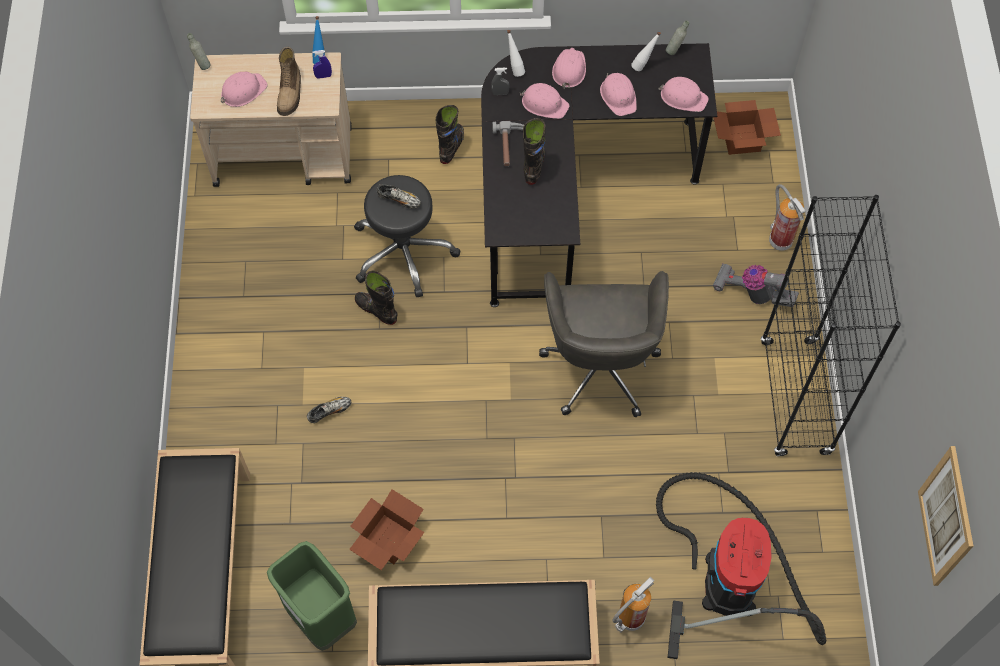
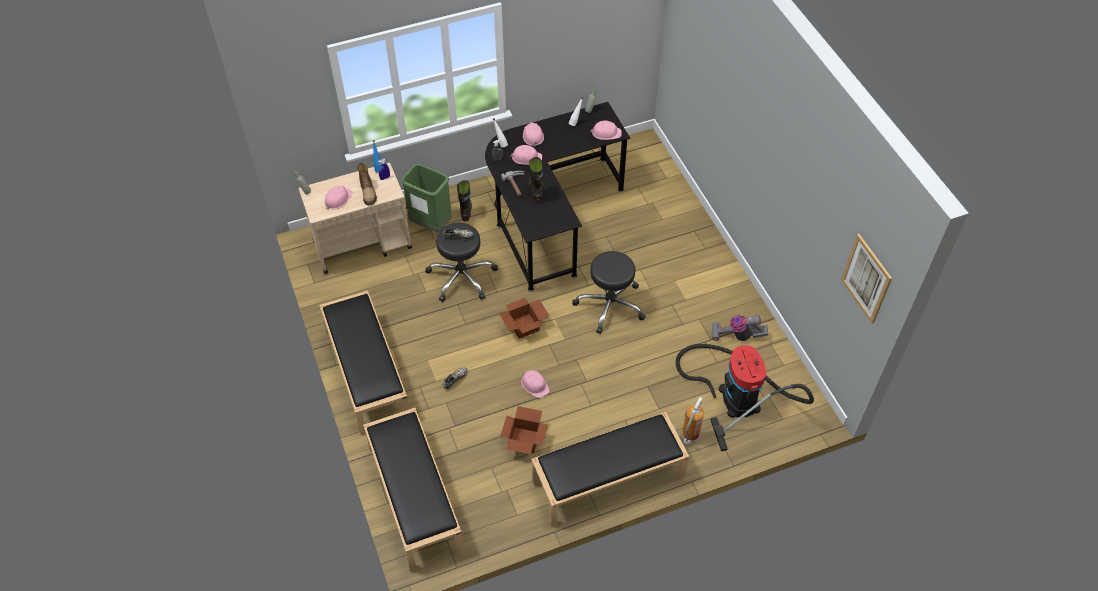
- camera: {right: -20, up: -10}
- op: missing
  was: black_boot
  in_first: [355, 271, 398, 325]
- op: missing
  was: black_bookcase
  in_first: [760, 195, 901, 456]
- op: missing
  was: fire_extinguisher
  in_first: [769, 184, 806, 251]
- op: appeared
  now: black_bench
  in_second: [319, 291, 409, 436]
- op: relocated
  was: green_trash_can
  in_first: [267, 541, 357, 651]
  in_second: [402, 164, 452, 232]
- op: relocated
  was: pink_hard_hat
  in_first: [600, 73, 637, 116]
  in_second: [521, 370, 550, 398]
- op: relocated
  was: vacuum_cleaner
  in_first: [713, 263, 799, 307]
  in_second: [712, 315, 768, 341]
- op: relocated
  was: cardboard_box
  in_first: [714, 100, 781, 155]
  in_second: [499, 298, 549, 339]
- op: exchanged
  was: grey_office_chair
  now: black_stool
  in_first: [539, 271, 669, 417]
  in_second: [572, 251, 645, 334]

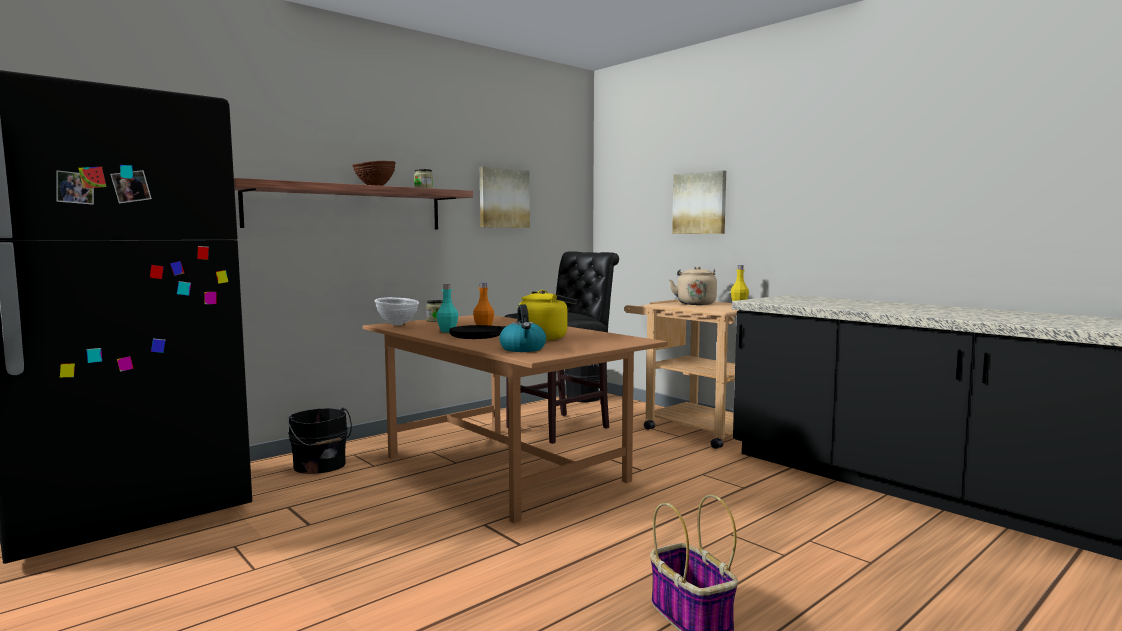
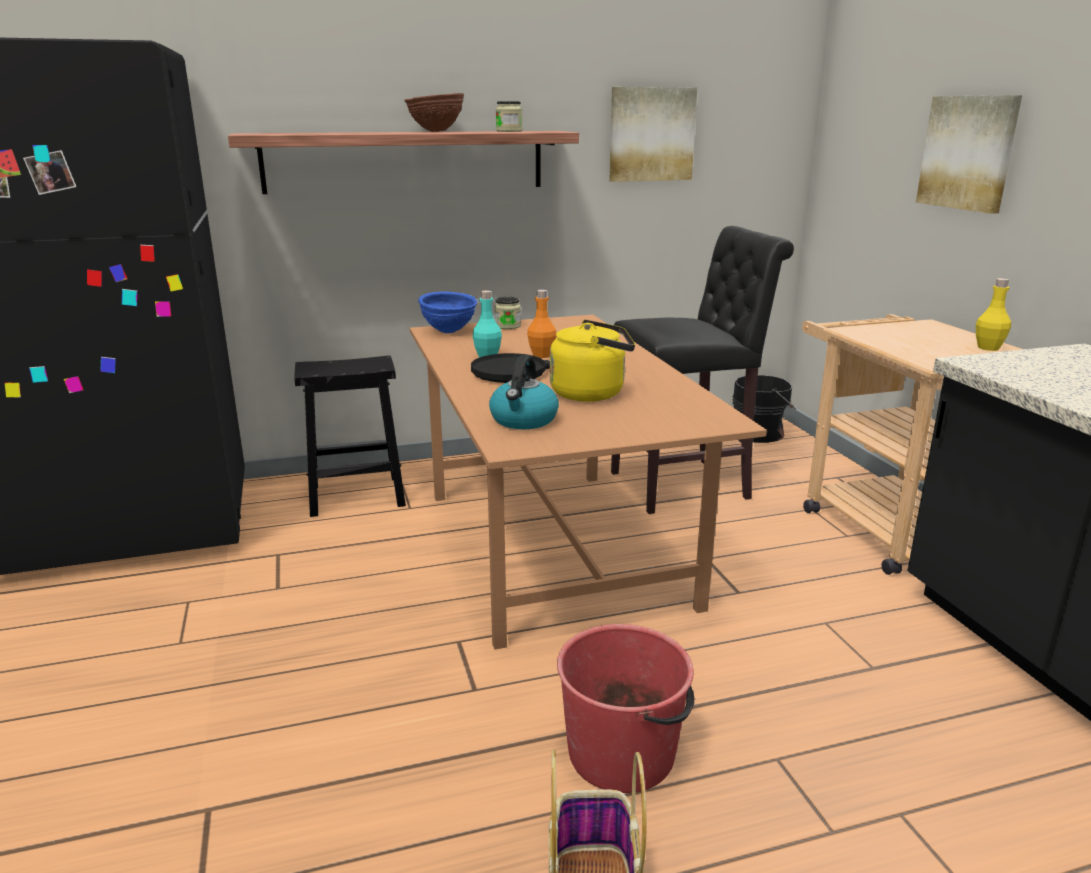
- camera: {right: 25, up: 15}
- op: missing
  was: beige_kettle
  in_first: [669, 266, 717, 305]
- op: appeared
  now: red_bucket
  in_second: [557, 624, 694, 793]
- op: exchanged
  was: black_bucket
  now: black_stool
  in_first: [288, 407, 352, 474]
  in_second: [294, 356, 406, 517]
- op: colour
  was: white_bowl
  now: blue_bowl
  in_first: [375, 297, 419, 326]
  in_second: [418, 291, 477, 333]

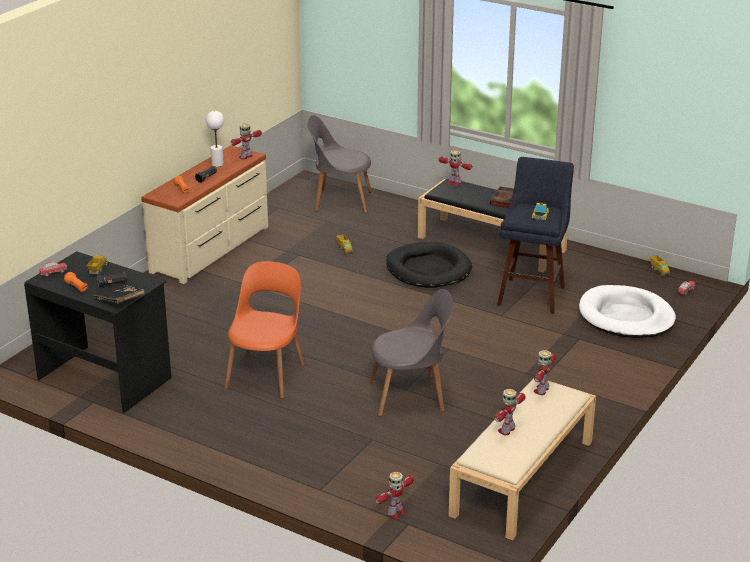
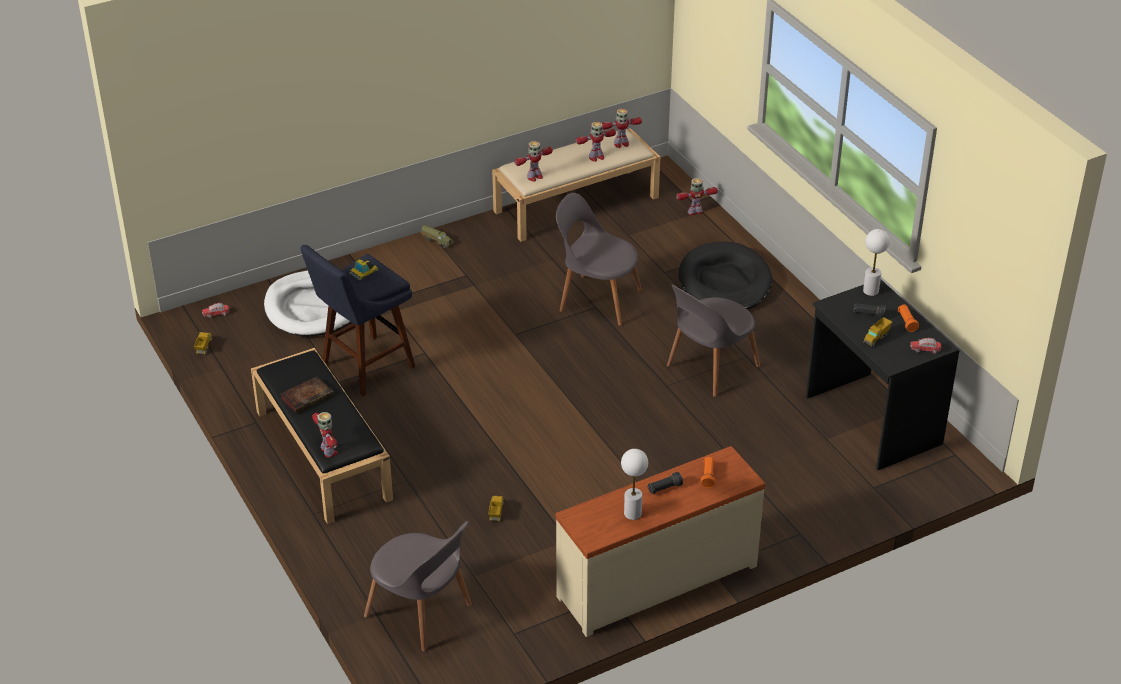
- camera: {right: -150, up: 10}
- op: appeared
  now: toy_truck
  in_second: [421, 225, 454, 248]
- op: relocated
  was: toy_robot
  in_first: [230, 124, 262, 160]
  in_second: [602, 108, 642, 148]
- op: relocated
  was: black_dog_bed
  in_first: [386, 241, 472, 288]
  in_second: [679, 241, 772, 310]
- op: exchanged
  was: black_book
  now: white_table_lamp
  in_first: [93, 284, 145, 303]
  in_second: [863, 229, 890, 296]
- op: colour
  was: orange_chair
  now: grey_chair
  in_first: [225, 261, 305, 398]
  in_second: [667, 284, 760, 397]

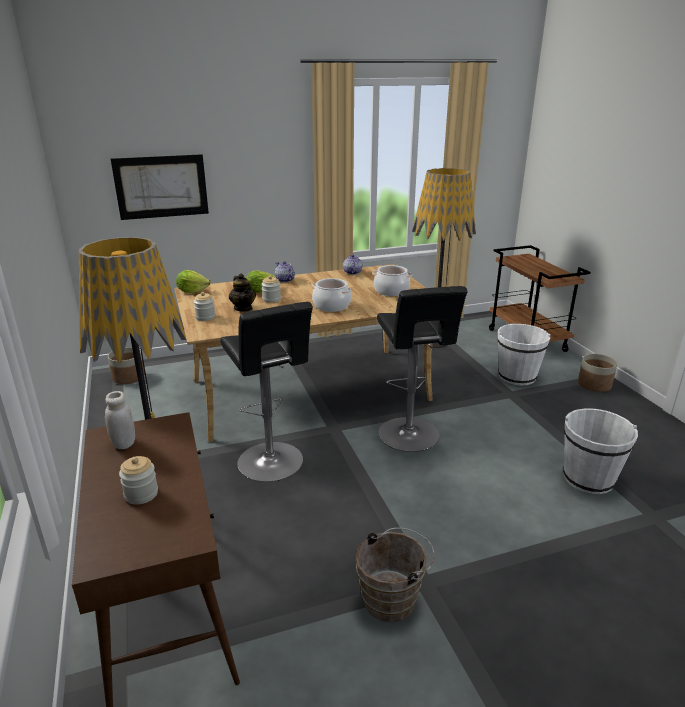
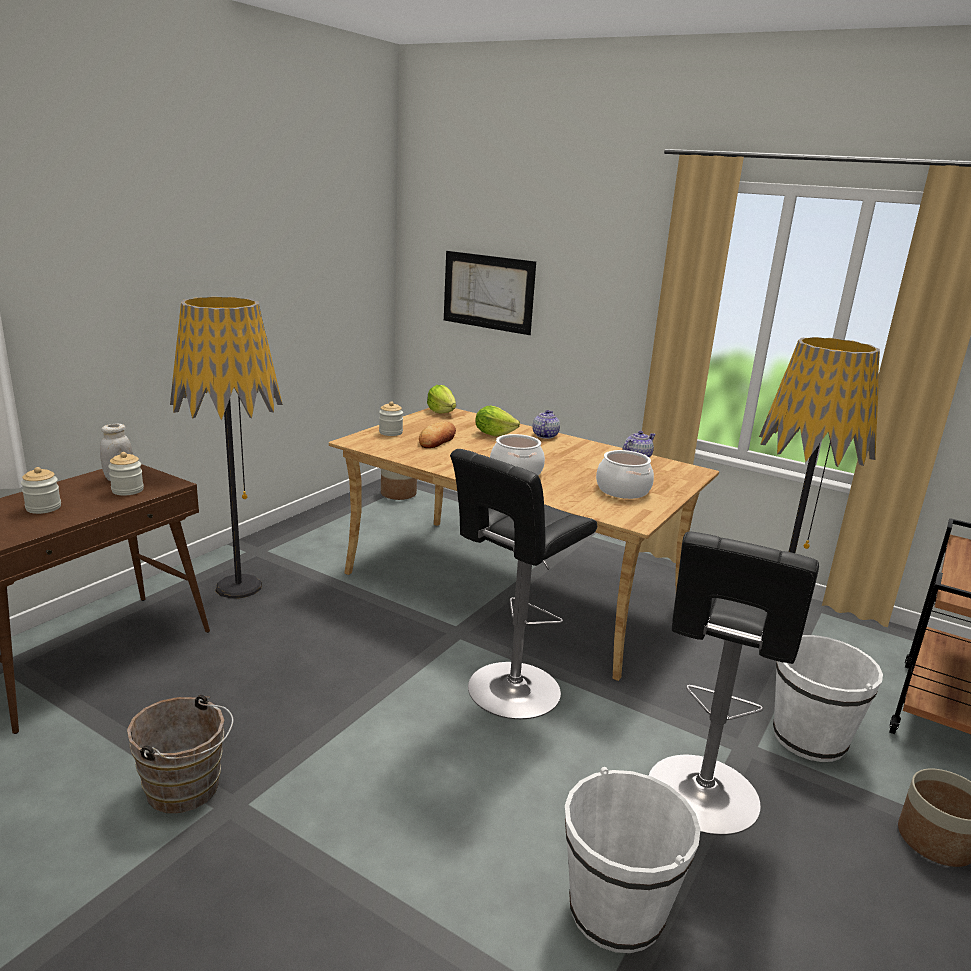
- camera: {right: 50, up: -5}
- op: relocated
  was: black_stool
  in_first: [220, 302, 313, 482]
  in_second: [649, 532, 819, 835]
- op: relocated
  was: jar
  in_first: [261, 276, 281, 303]
  in_second: [108, 452, 144, 496]
- op: exchanged
  was: teapot
  now: bread
  in_first: [229, 274, 256, 312]
  in_second: [419, 422, 456, 448]

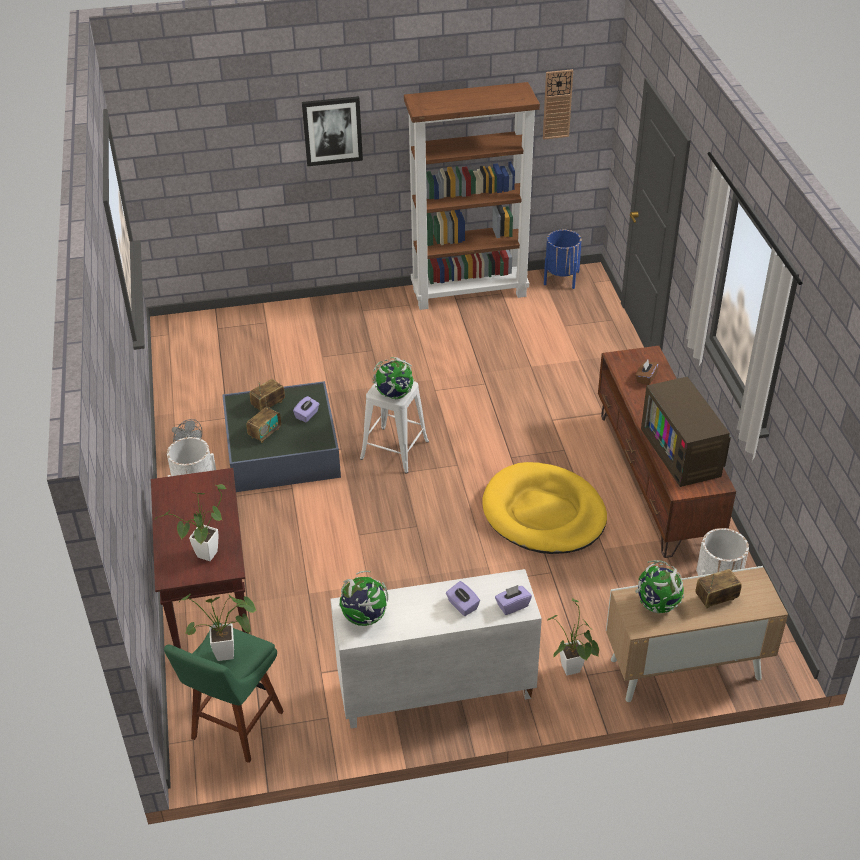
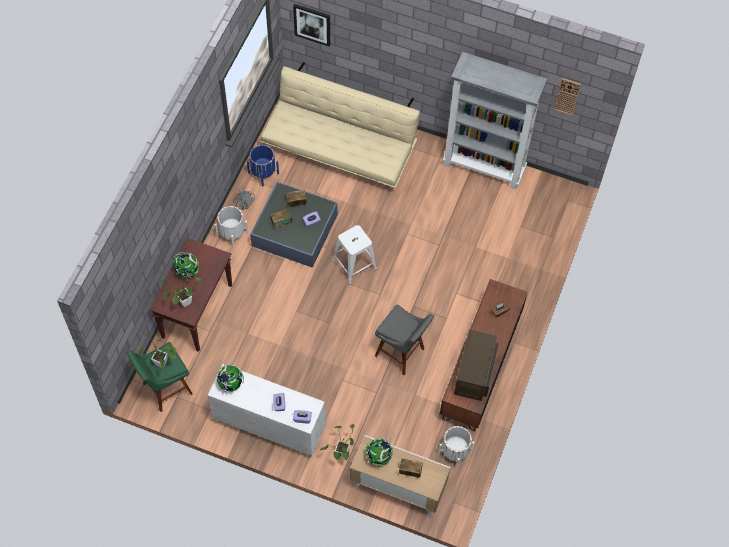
- camera: {right: 30, up: 20}
- op: appeared
  now: beige_sofa
  in_second: [260, 62, 420, 191]
- op: relocated
  was: picture
  in_first: [302, 96, 363, 166]
  in_second: [293, 4, 330, 47]
- op: relocated
  was: globe
  in_first: [372, 357, 414, 400]
  in_second: [173, 252, 199, 278]
- op: relocated
  was: blue_planter
  in_first: [544, 230, 581, 289]
  in_second: [247, 145, 279, 187]
- op: exchanged
  was: yellow_dog_bed
  now: grey_stool
  in_first: [482, 462, 607, 554]
  in_second: [375, 304, 434, 375]
- op: colour
  was: brown_bookcase
  now: grey_bookcase
  in_first: [404, 82, 540, 310]
  in_second: [443, 52, 547, 189]

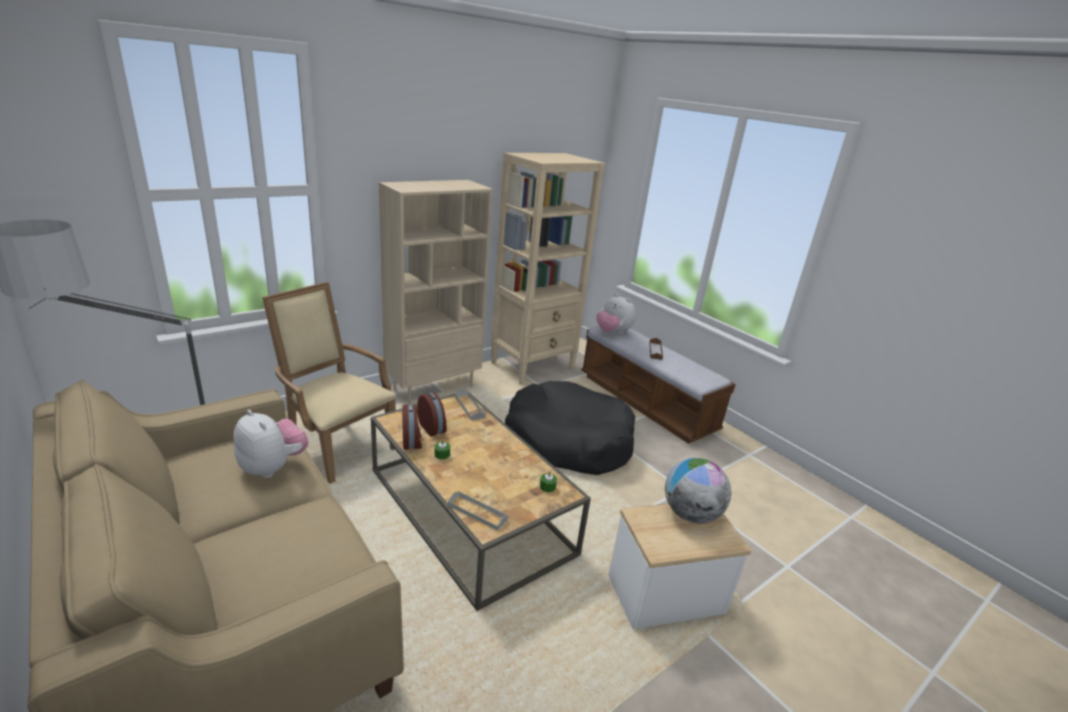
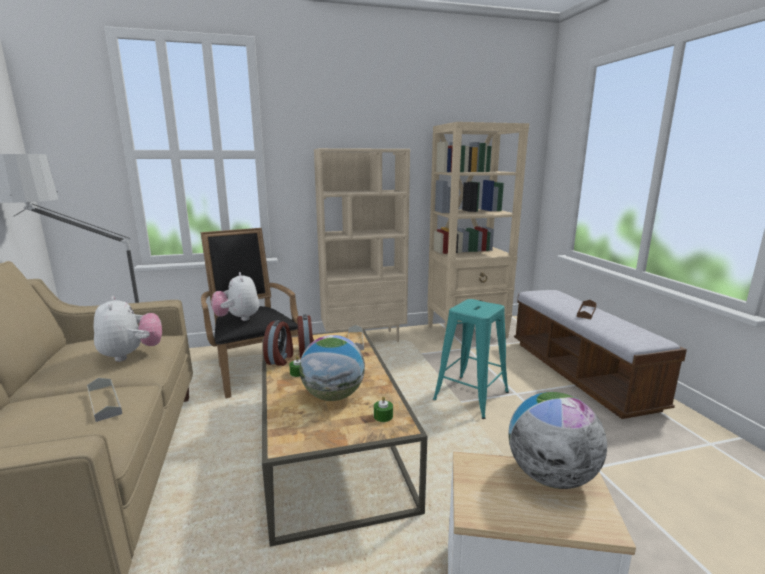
- camera: {right: 25, up: -10}
- op: appeared
  now: globe
  in_second: [299, 335, 365, 401]
- op: relocated
  was: grey_tray
  in_first: [448, 491, 508, 531]
  in_second: [87, 378, 123, 422]
- op: relocated
  was: plush_toy
  in_first: [596, 294, 636, 334]
  in_second: [211, 272, 259, 321]
- op: exchanged
  was: black_dog_bed
  now: turquoise_stool
  in_first: [505, 381, 635, 475]
  in_second: [433, 299, 509, 419]
- op: colour
  was: beige_armchair
  now: black_armchair
  in_first: [262, 282, 396, 484]
  in_second: [201, 228, 298, 398]

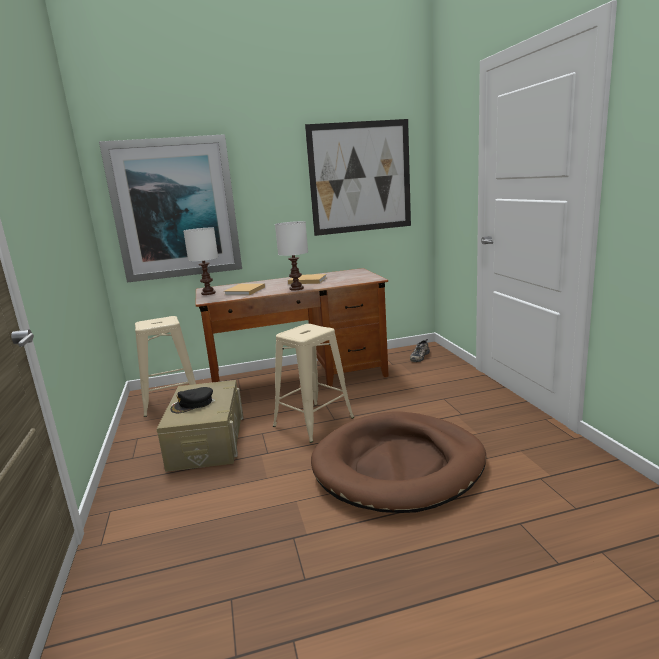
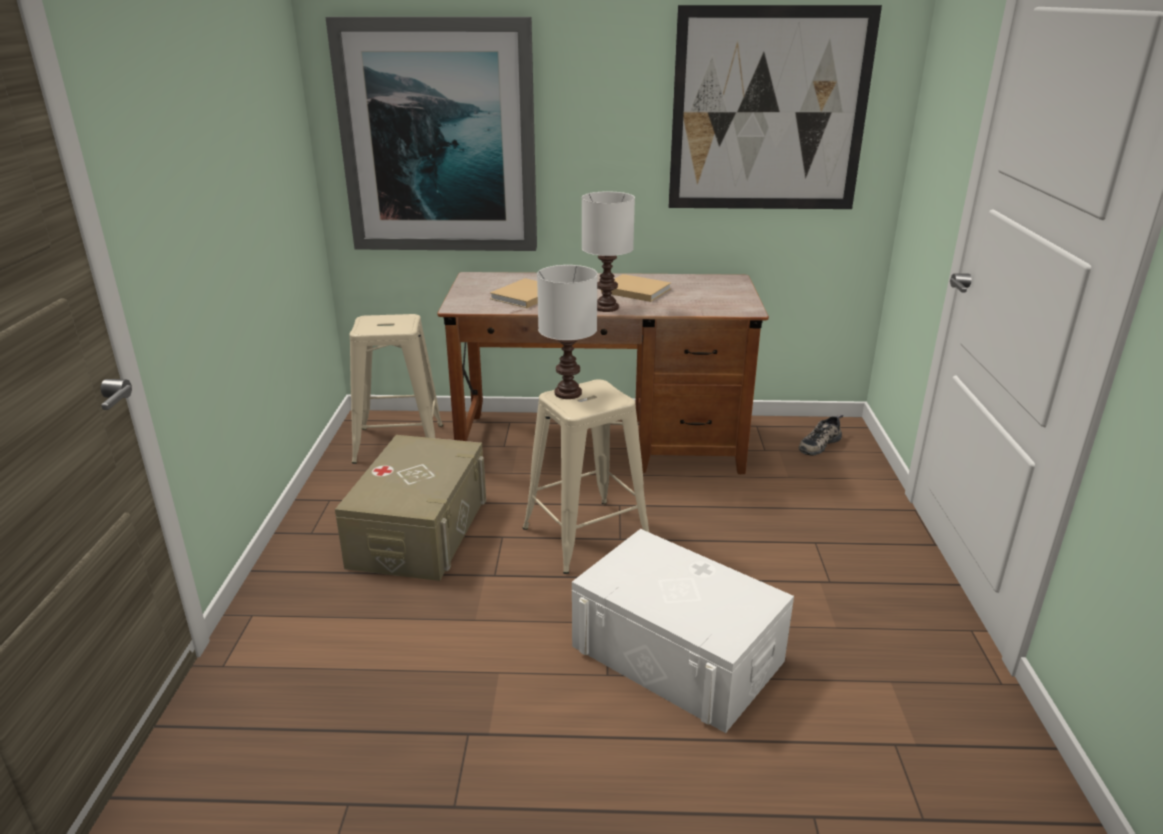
- camera: {right: 15, up: 10}
- op: missing
  was: black_cap
  in_first: [170, 387, 213, 413]
- op: relocated
  was: white_table_lamp
  in_first: [183, 228, 218, 295]
  in_second: [537, 265, 598, 399]
- op: exchanged
  was: brown_dog_bed
  now: white_storage_box
  in_first: [311, 411, 486, 513]
  in_second: [572, 529, 794, 733]

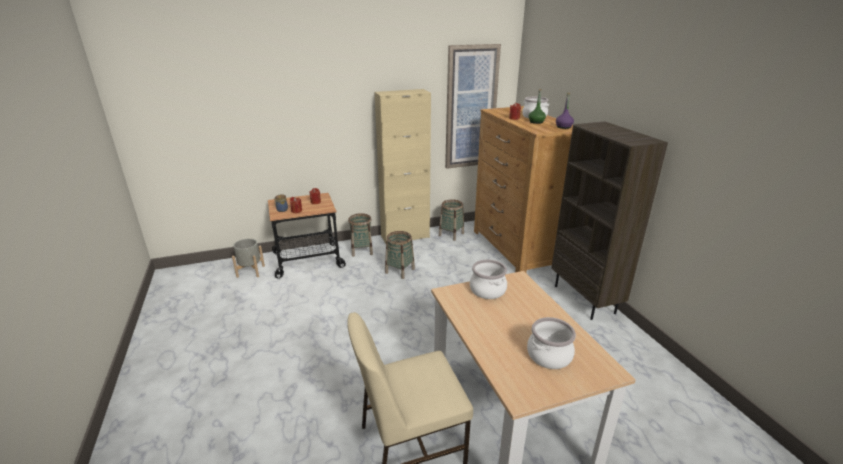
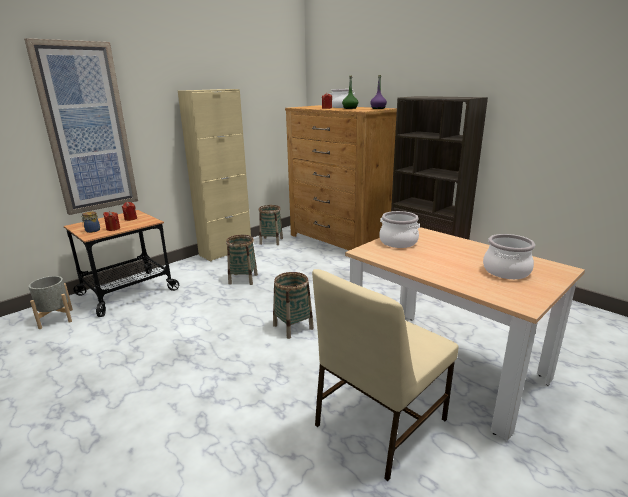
- camera: {right: -25, up: -5}
- op: relocated
  was: basket
  in_first: [348, 213, 373, 257]
  in_second: [273, 272, 314, 339]
- op: relocated
  was: picture
  in_first: [445, 44, 501, 169]
  in_second: [24, 38, 138, 215]

